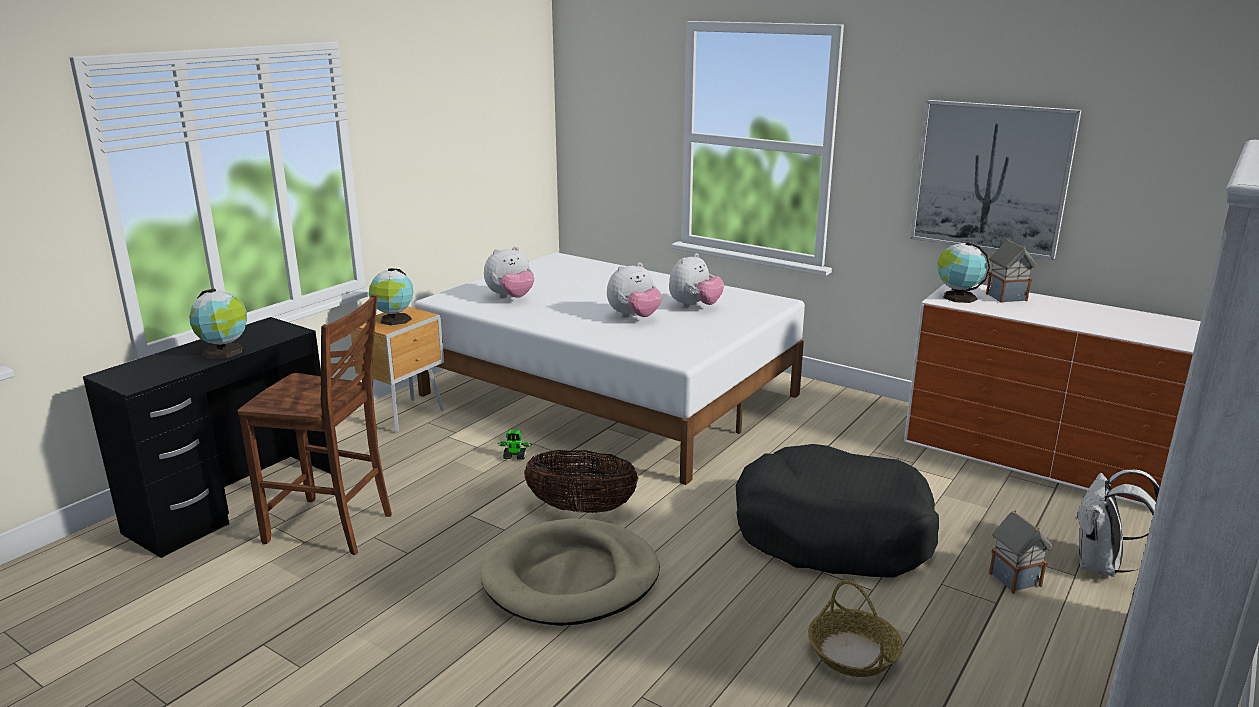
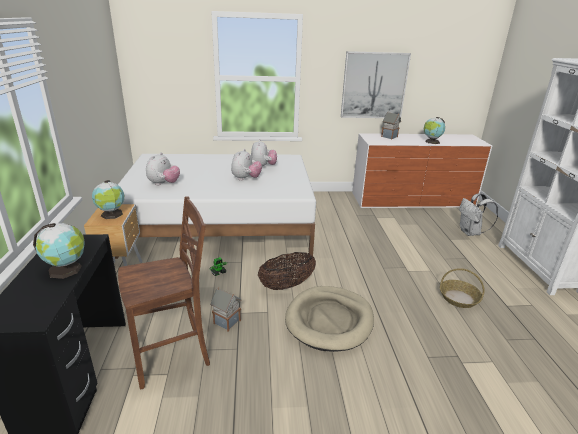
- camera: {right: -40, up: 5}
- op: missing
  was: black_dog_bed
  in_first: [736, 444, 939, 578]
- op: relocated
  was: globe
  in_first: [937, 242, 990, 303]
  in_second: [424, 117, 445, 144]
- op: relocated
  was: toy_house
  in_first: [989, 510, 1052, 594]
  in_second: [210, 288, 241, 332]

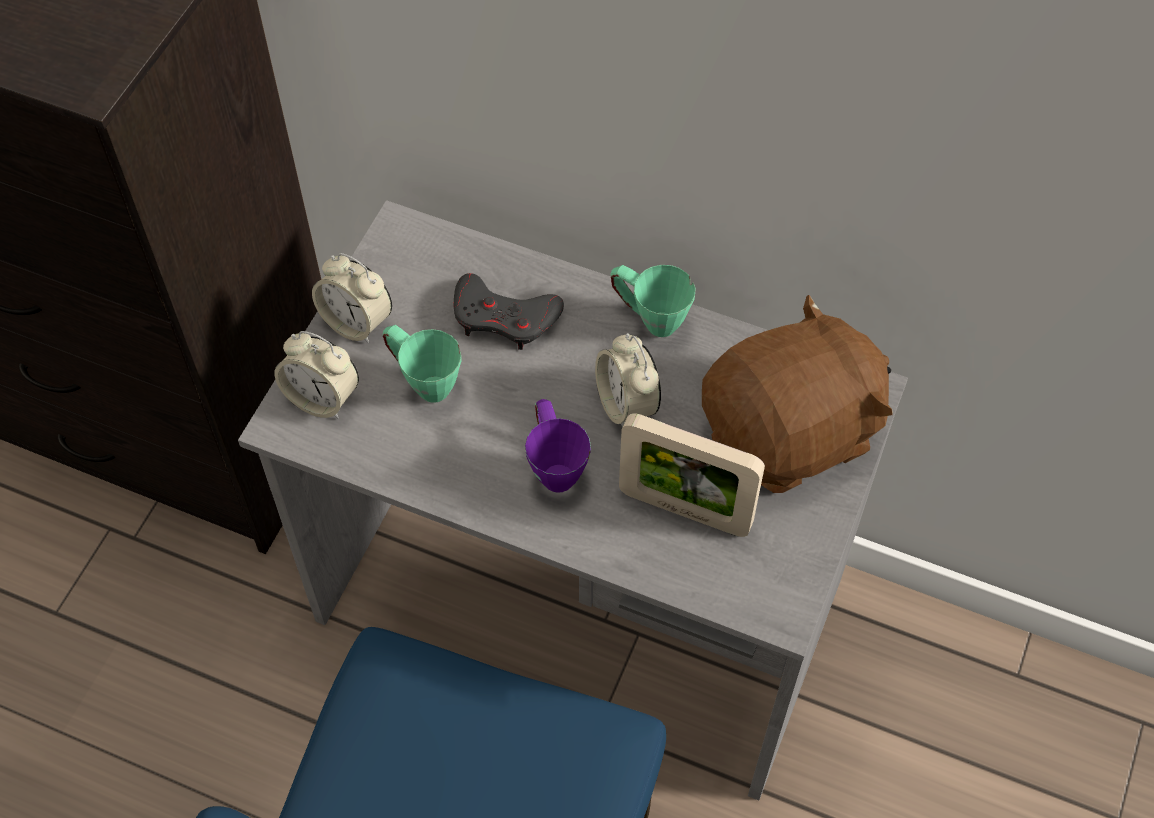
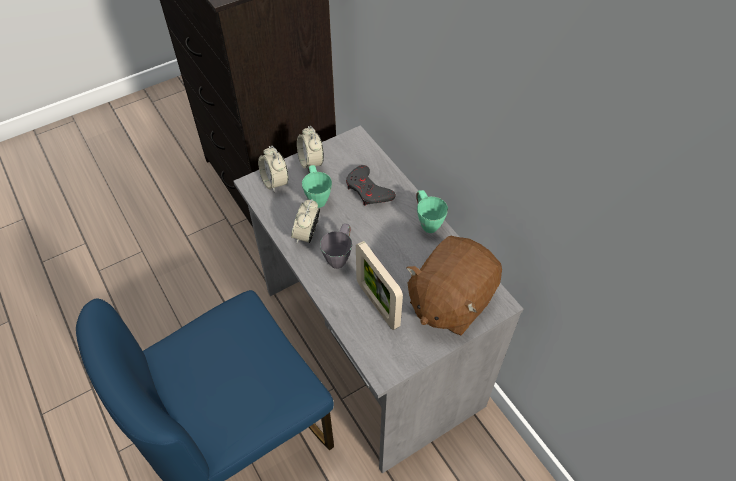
- camera: {right: 35, up: -5}
- op: relocated
  was: alarm_clock
  in_first: [595, 333, 661, 427]
  in_second: [291, 199, 320, 243]
- op: colour
  was: purple_mug
  now: grey_mug
  in_first: [525, 399, 591, 493]
  in_second: [320, 224, 352, 269]
- op: spun
  was: brown_plush_toy
  in_first: [702, 295, 893, 493]
  in_second: [406, 236, 502, 336]
  clockwise: 120

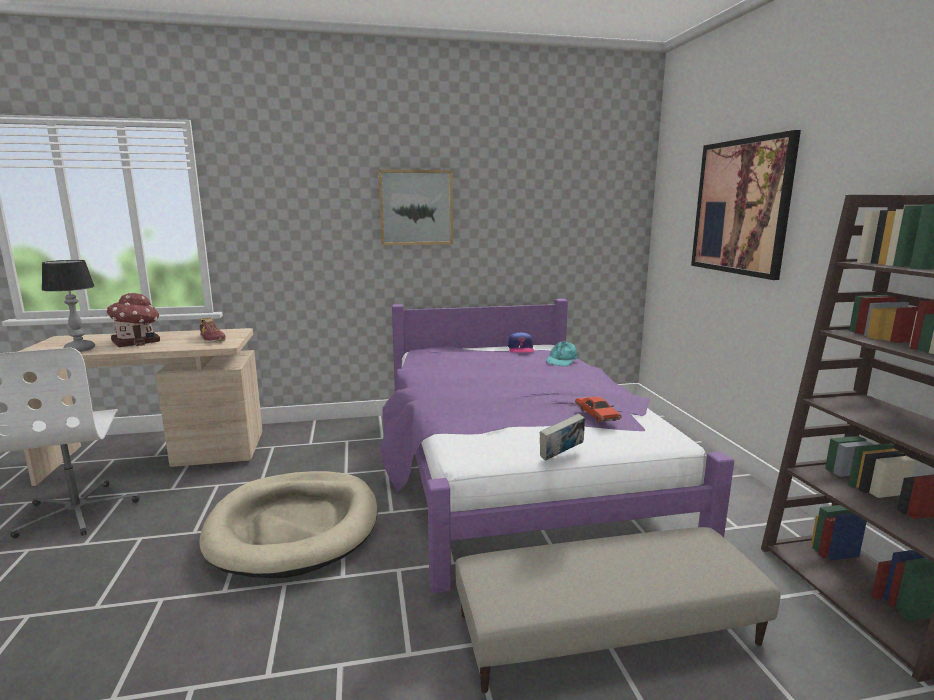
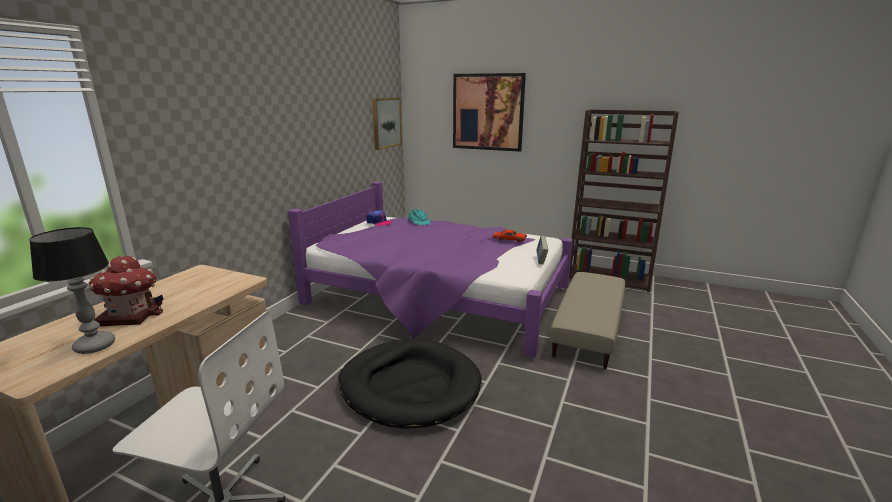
- camera: {right: -55, up: 5}
- op: missing
  was: shoe
  in_first: [200, 318, 226, 342]
- op: relocated
  was: picture
  in_first: [378, 169, 453, 245]
  in_second: [372, 97, 402, 150]
- op: colour
  was: beige_dog_bed
  now: black_dog_bed
  in_first: [199, 471, 377, 578]
  in_second: [338, 339, 482, 429]

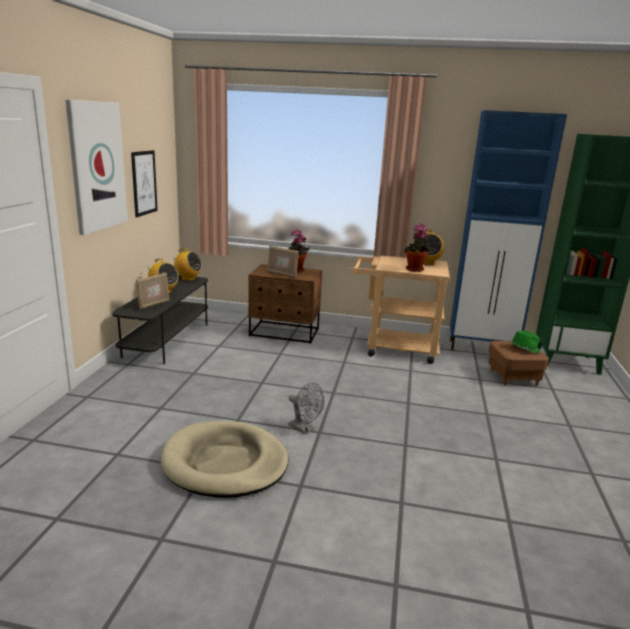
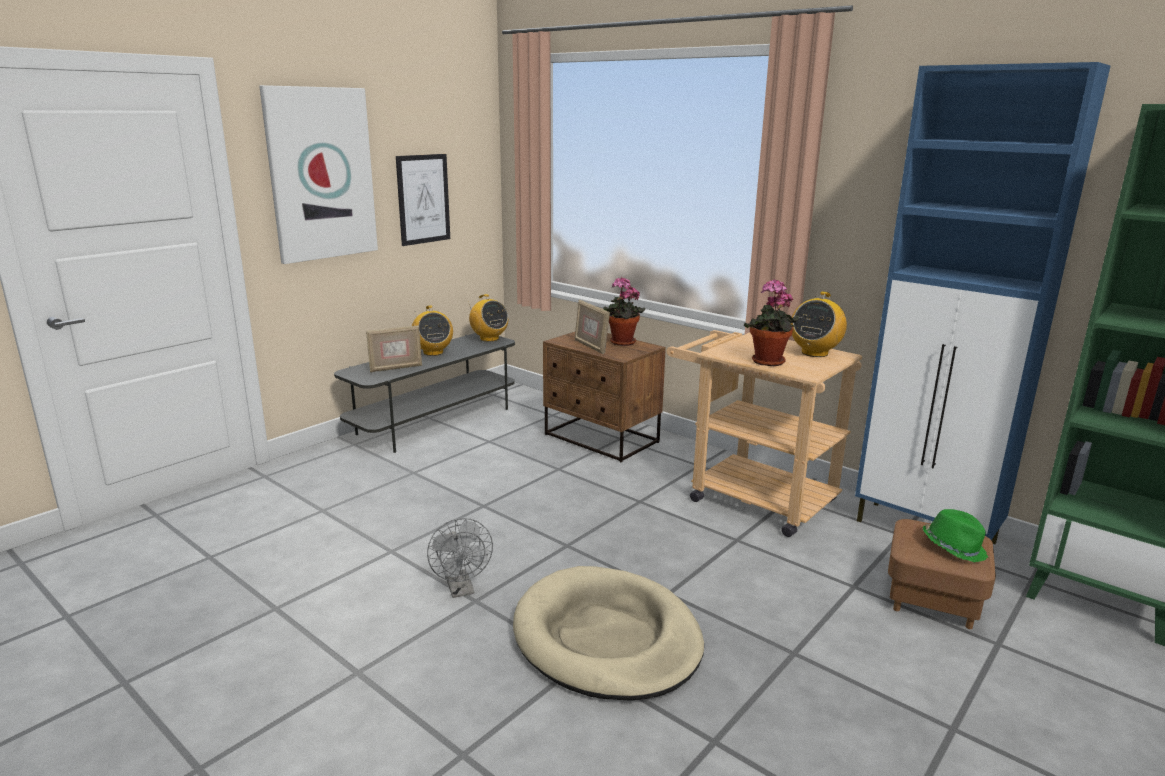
- camera: {right: 30, up: 0}
- op: relocated
  was: beige_dog_bed
  in_first: [161, 421, 289, 498]
  in_second: [513, 566, 704, 701]

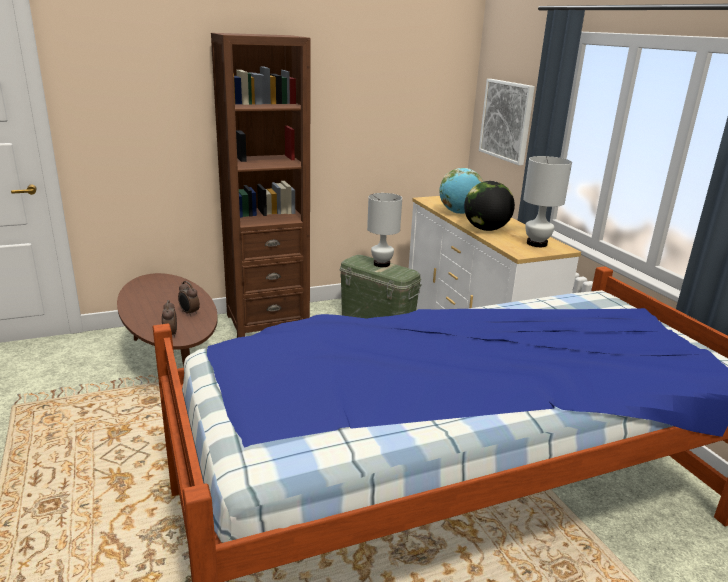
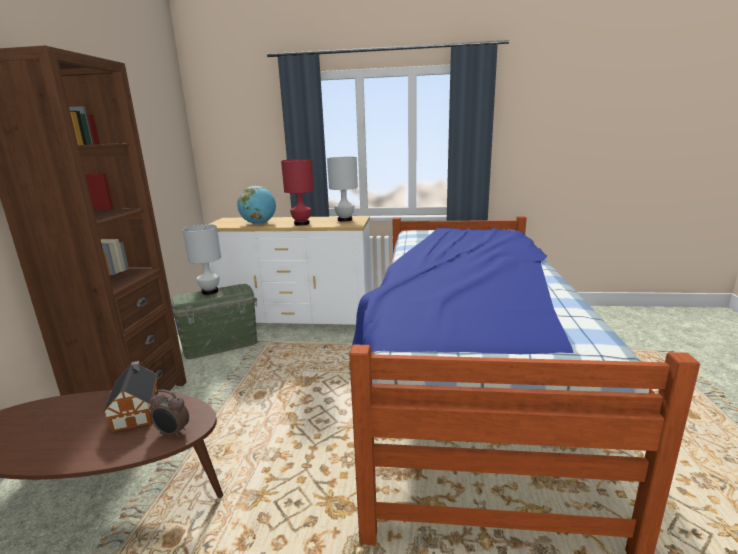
- camera: {right: -60, up: -5}
- op: missing
  was: picture
  in_first: [479, 79, 535, 165]
- op: exchanged
  was: alarm_clock
  now: toy_house
  in_first: [178, 281, 200, 316]
  in_second: [103, 361, 158, 433]
- op: exchanged
  was: globe
  now: red_table_lamp
  in_first: [464, 181, 515, 231]
  in_second: [281, 159, 314, 226]

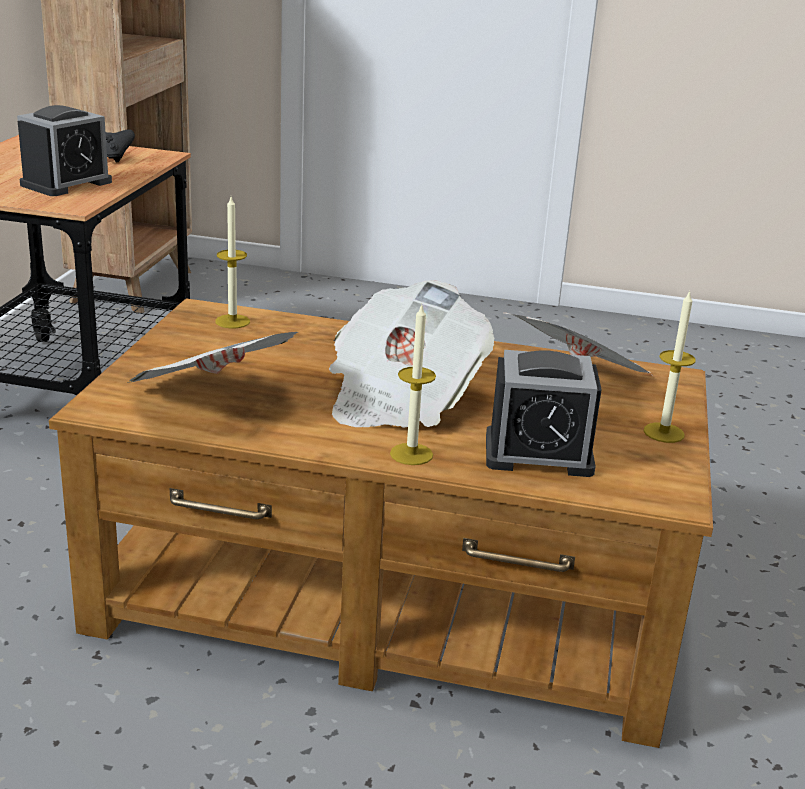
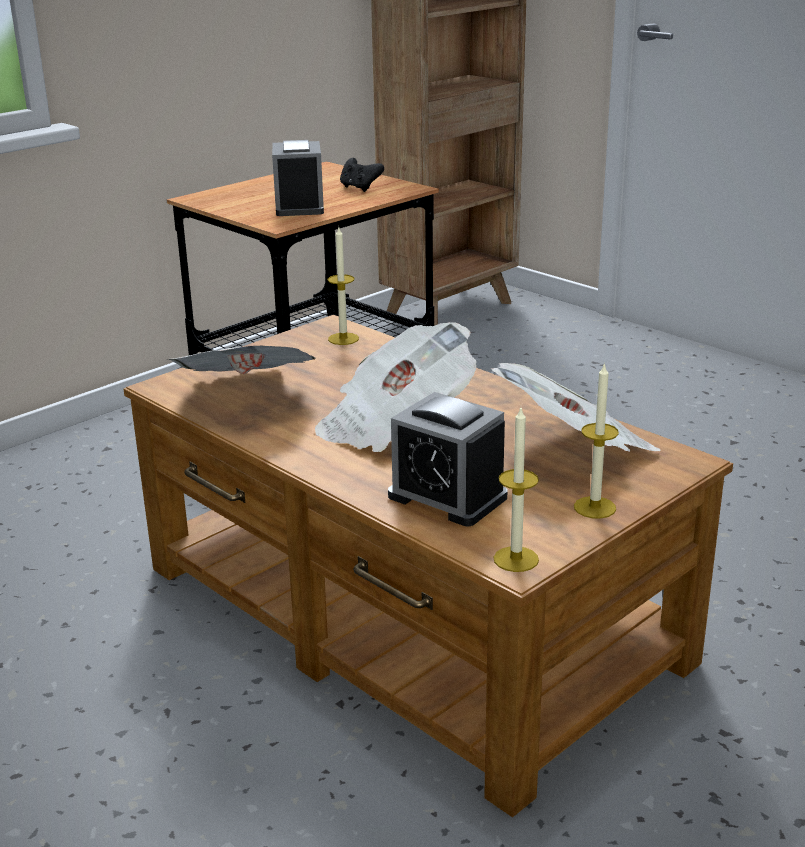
- camera: {right: 35, up: 0}
- op: relocated
  was: candle
  in_first: [390, 303, 436, 465]
  in_second: [493, 408, 539, 572]
- op: spun
  was: alarm_clock
  in_first: [17, 105, 112, 196]
  in_second: [272, 140, 324, 216]
  clockwise: -75

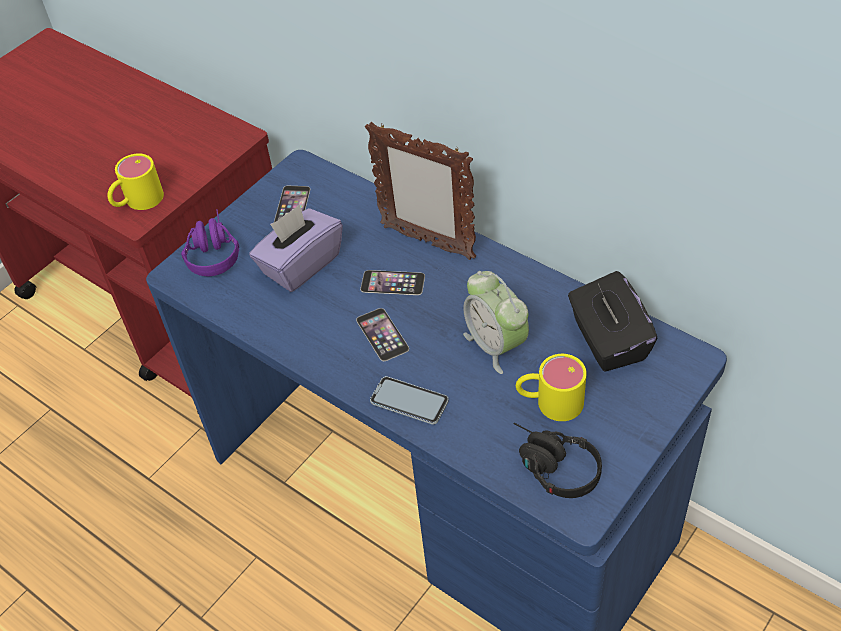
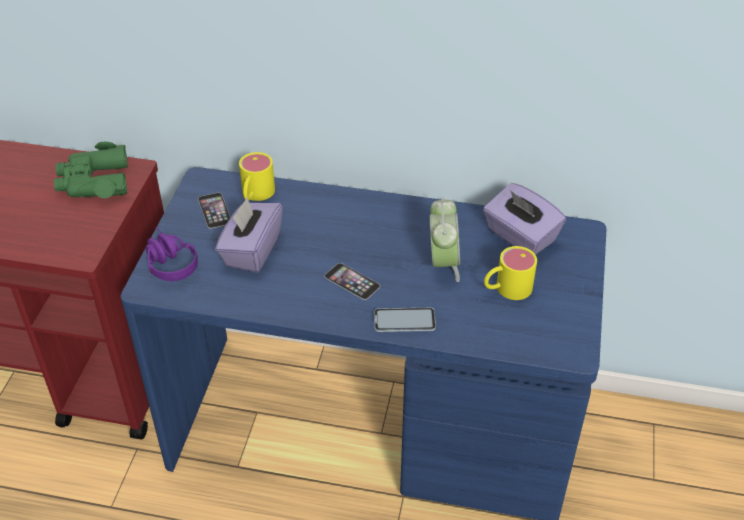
- camera: {right: -30, up: -5}
- op: missing
  was: phone
  in_first: [360, 270, 425, 295]
- op: missing
  was: picture_frame
  in_first: [365, 122, 476, 260]
- op: missing
  was: black_headphones
  in_first: [514, 423, 602, 498]
- op: appeared
  now: green_binoculars
  in_second: [54, 142, 128, 198]
- op: relocated
  was: yellow_mug
  in_first: [108, 153, 164, 210]
  in_second: [239, 152, 275, 201]
- op: colour
  was: black_tissue_box
  now: purple_tissue_box
  in_first: [568, 271, 658, 372]
  in_second: [483, 183, 566, 255]
- op: spun
  was: alarm_clock
  in_first: [463, 271, 529, 374]
  in_second: [430, 198, 460, 282]
  clockwise: -120

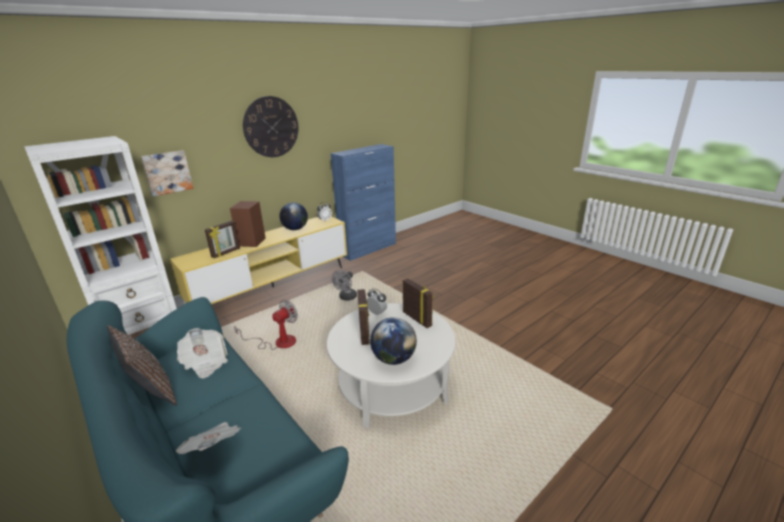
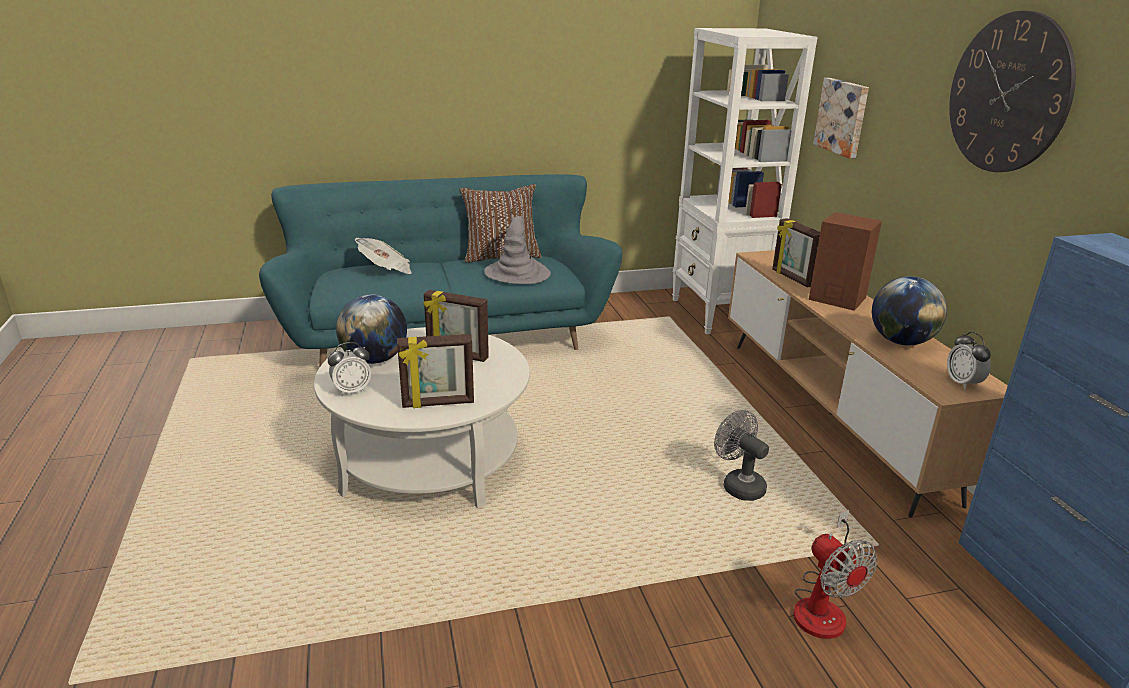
- camera: {right: 115, up: 0}
- op: relocated
  was: fan
  in_first: [234, 300, 298, 350]
  in_second: [793, 510, 877, 639]
- op: relocated
  was: alarm_clock
  in_first: [366, 288, 387, 315]
  in_second: [328, 342, 371, 396]
- op: exchanged
  was: newspaper
  now: grey_hat
  in_first: [177, 328, 228, 378]
  in_second: [485, 216, 551, 284]
- op: colour
  was: yellow_tv_stand
  now: brown_tv_stand
  in_first: [170, 216, 347, 304]
  in_second: [728, 250, 1008, 517]

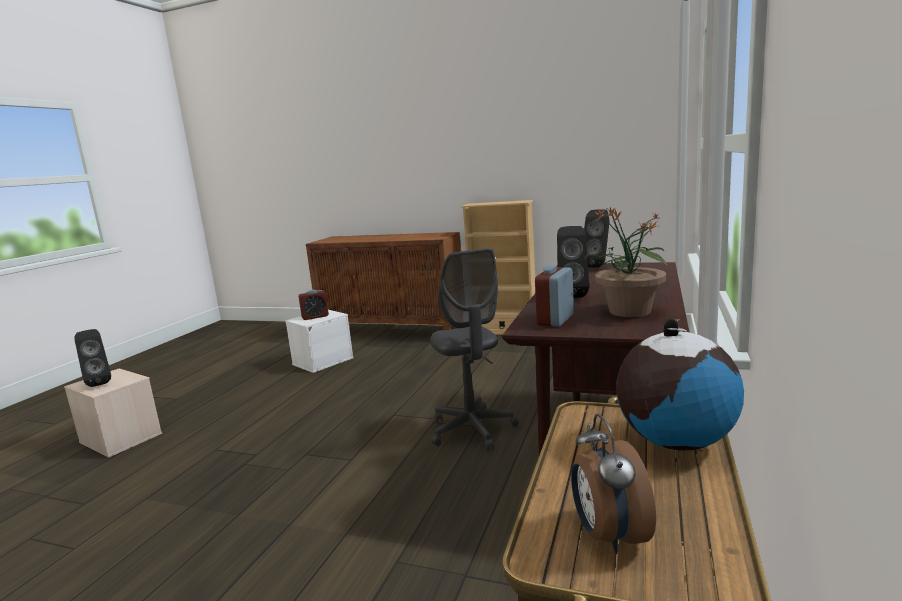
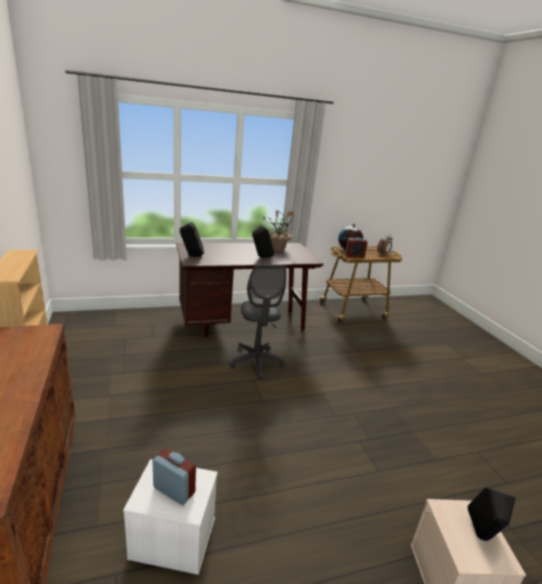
- camera: {right: -130, up: 10}
- op: relocated
  was: alarm_clock
  in_first: [535, 265, 574, 327]
  in_second: [346, 237, 368, 258]
- op: spun
  was: grey_office_chair
  in_first: [430, 248, 519, 451]
  in_second: [230, 264, 286, 379]
  clockwise: 135

